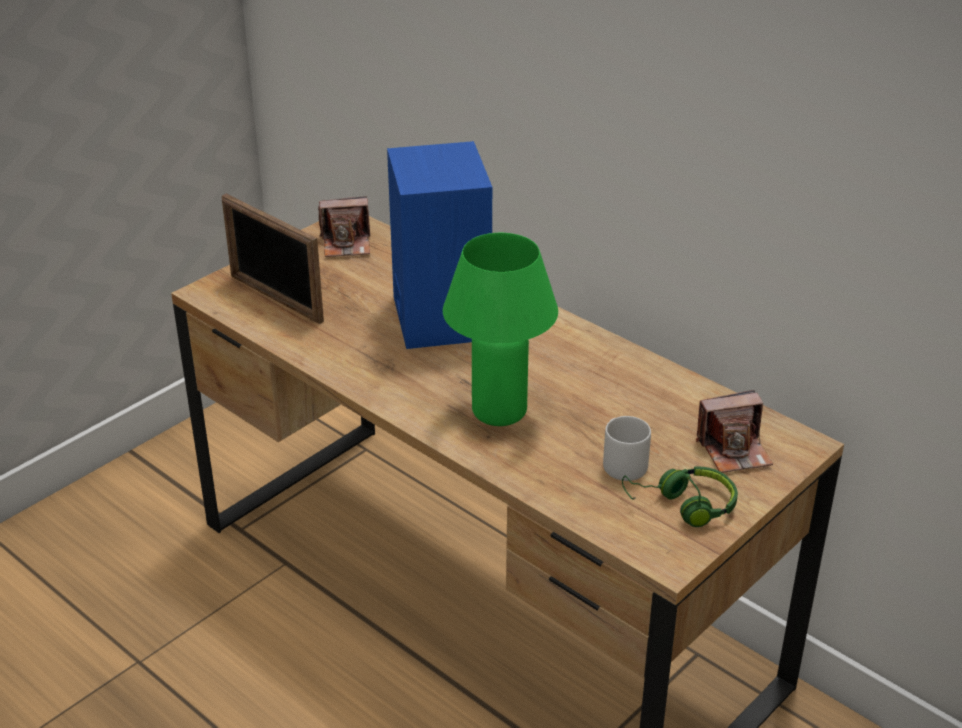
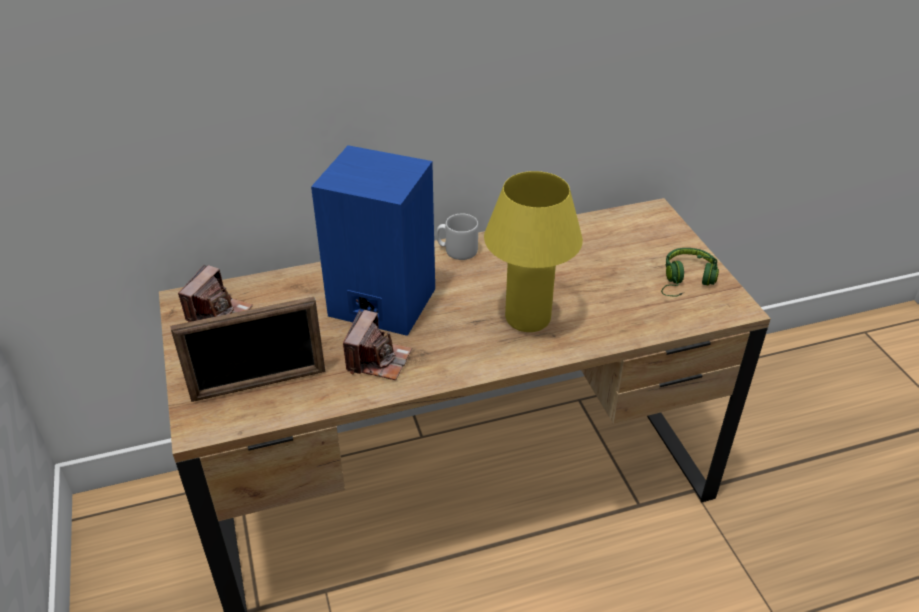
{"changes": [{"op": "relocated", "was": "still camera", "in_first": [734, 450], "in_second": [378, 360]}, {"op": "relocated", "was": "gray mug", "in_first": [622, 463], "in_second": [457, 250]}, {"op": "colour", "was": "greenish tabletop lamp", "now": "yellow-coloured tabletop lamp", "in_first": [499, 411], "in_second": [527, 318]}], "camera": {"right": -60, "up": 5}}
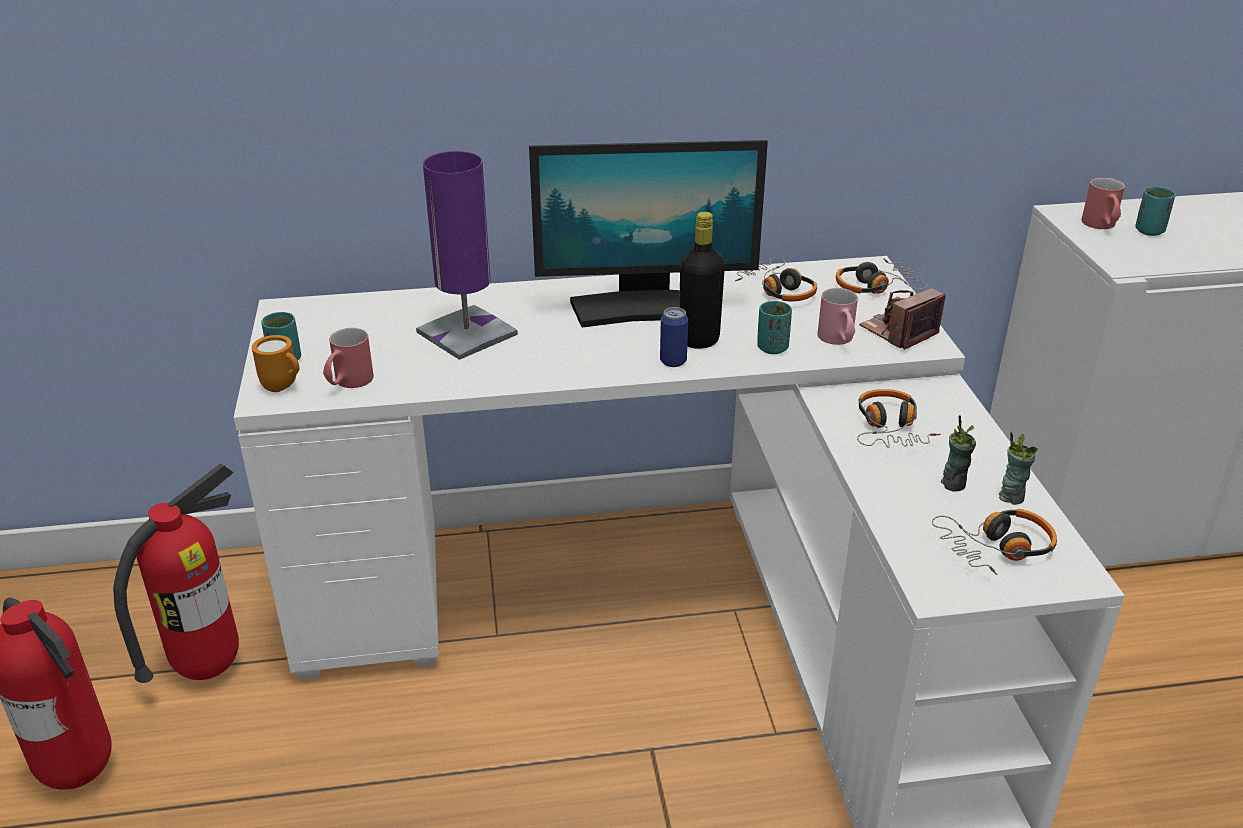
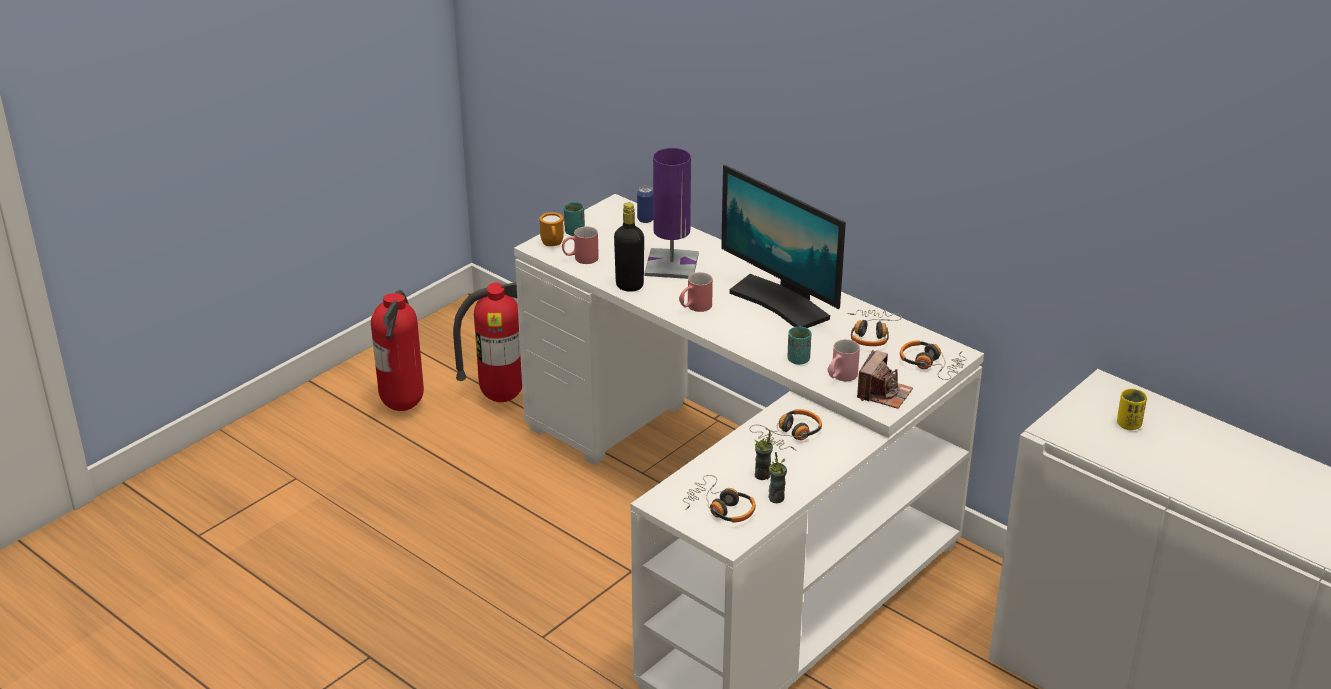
{"changes": [{"op": "relocated", "was": "blackish bottle", "in_first": [699, 340], "in_second": [629, 285]}, {"op": "relocated", "was": "metal can", "in_first": [673, 361], "in_second": [645, 219]}, {"op": "relocated", "was": "red-coloured mug", "in_first": [1101, 226], "in_second": [694, 308]}, {"op": "spun", "was": "still camera", "in_first": [899, 332], "in_second": [883, 393], "clockwise": 105}, {"op": "colour", "was": "turquoise-coloured small cup", "now": "yellow-coloured small cup", "in_first": [1149, 231], "in_second": [1128, 424]}], "camera": {"right": 50, "up": 0}}
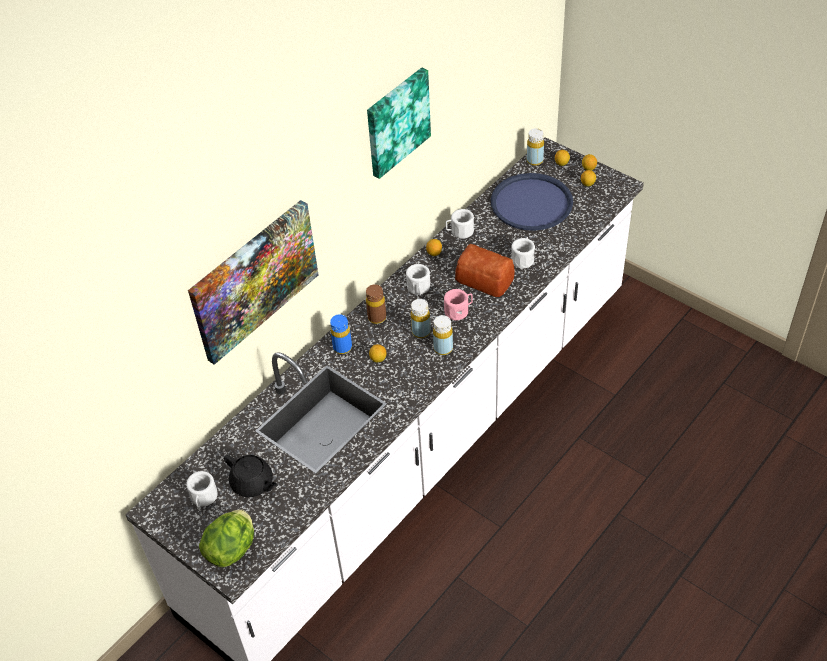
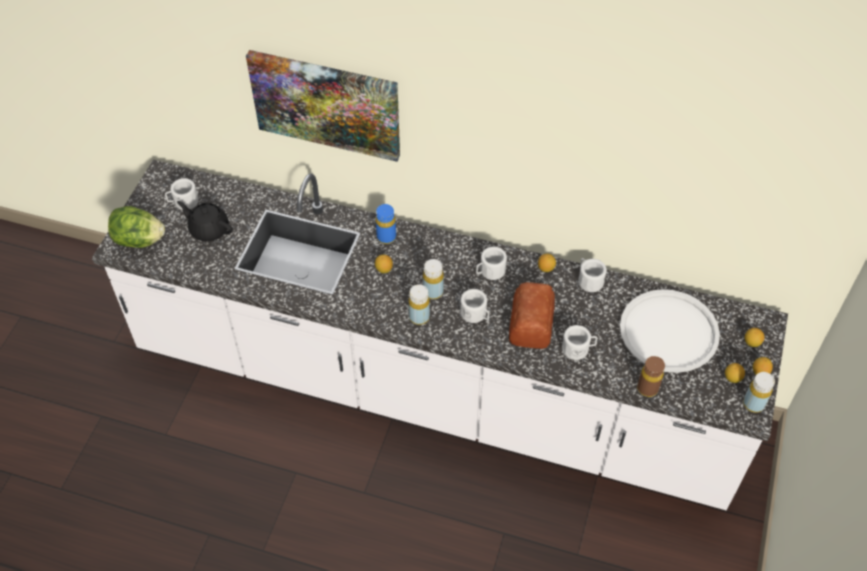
{"changes": [{"op": "spun", "was": "blackish pot for tea", "in_first": [253, 483], "in_second": [208, 229], "clockwise": 105}, {"op": "colour", "was": "pinkish mug", "now": "whitish mug", "in_first": [459, 311], "in_second": [475, 314]}, {"op": "colour", "was": "blue-coloured serving tray", "now": "whitish serving tray", "in_first": [531, 203], "in_second": [668, 331]}, {"op": "relocated", "was": "brownish bottle", "in_first": [377, 317], "in_second": [647, 388]}, {"op": "relocated", "was": "yellow-coloured bottle", "in_first": [534, 161], "in_second": [753, 404]}, {"op": "missing", "was": "wall art", "in_first": [396, 121]}], "camera": {"right": 65, "up": 5}}
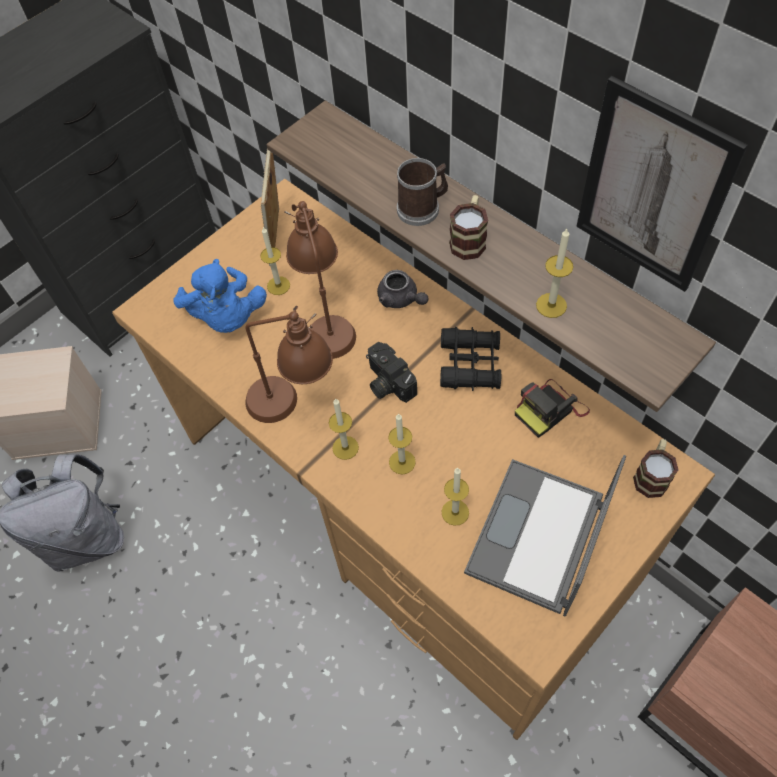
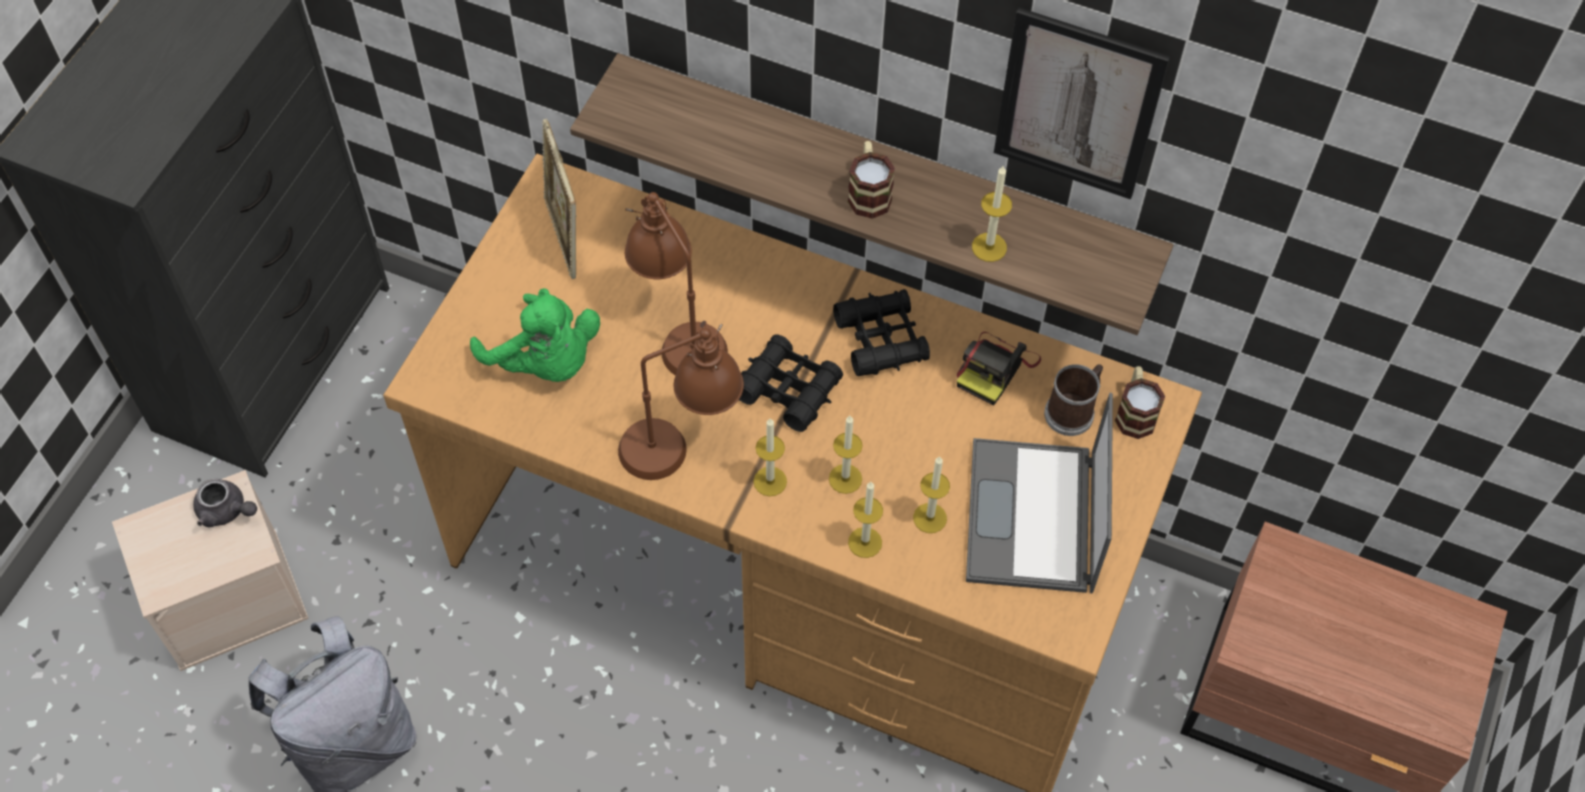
{"changes": [{"op": "relocated", "was": "gray pot for tea", "in_first": [401, 299], "in_second": [226, 511]}, {"op": "colour", "was": "blue-coloured soft toy", "now": "greenish soft toy", "in_first": [226, 317], "in_second": [545, 361]}, {"op": "exchanged", "was": "still camera", "now": "blackish pair of binoculars", "in_first": [387, 382], "in_second": [788, 389]}, {"op": "relocated", "was": "wax candle", "in_first": [278, 285], "in_second": [865, 542]}, {"op": "relocated", "was": "mug", "in_first": [422, 208], "in_second": [1073, 411]}], "camera": {"right": -25, "up": 0}}
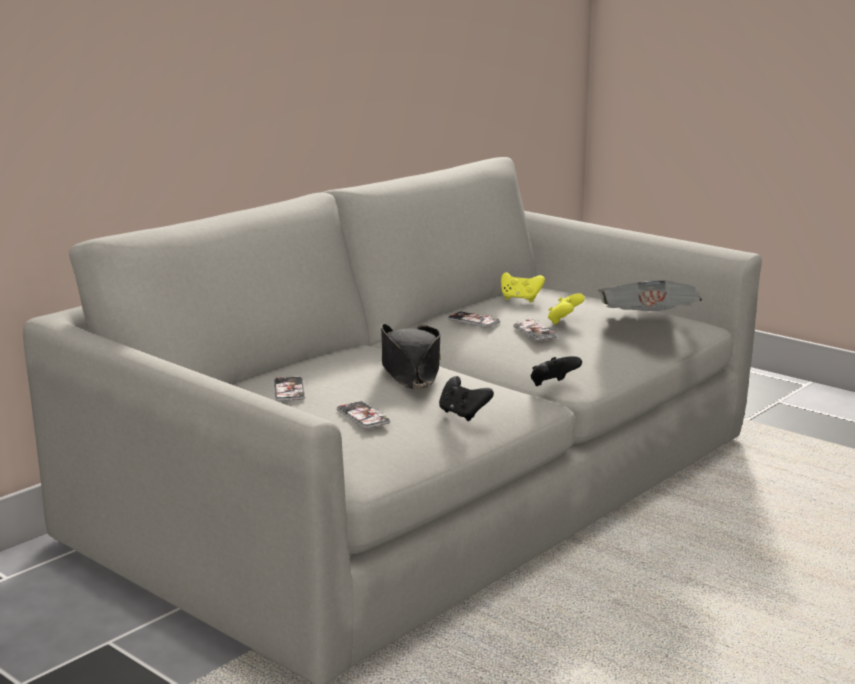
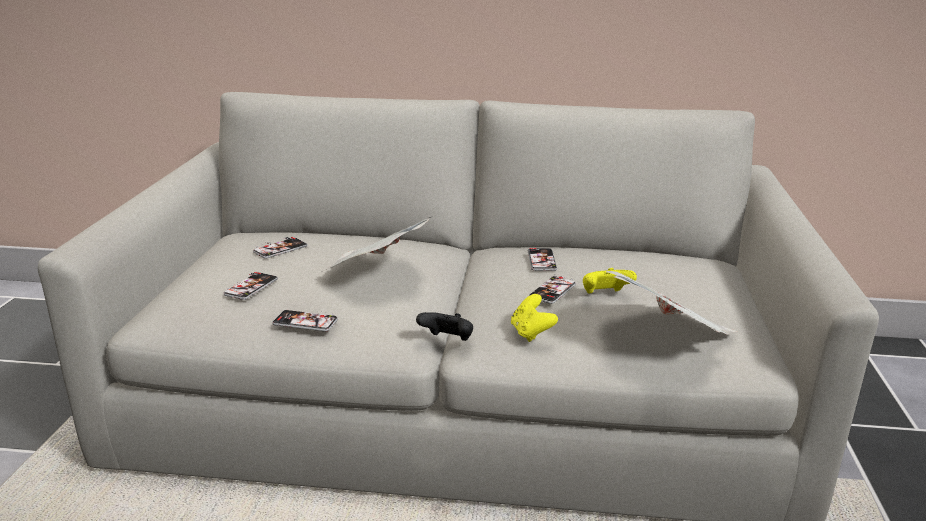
{"changes": [{"op": "exchanged", "was": "blackish joypad", "now": "phone", "in_first": [463, 414], "in_second": [305, 322]}, {"op": "exchanged", "was": "blackish wearable hat", "now": "newspaper", "in_first": [410, 370], "in_second": [376, 273]}, {"op": "relocated", "was": "yellow-coloured joypad", "in_first": [520, 299], "in_second": [531, 333]}], "camera": {"right": 55, "up": 5}}
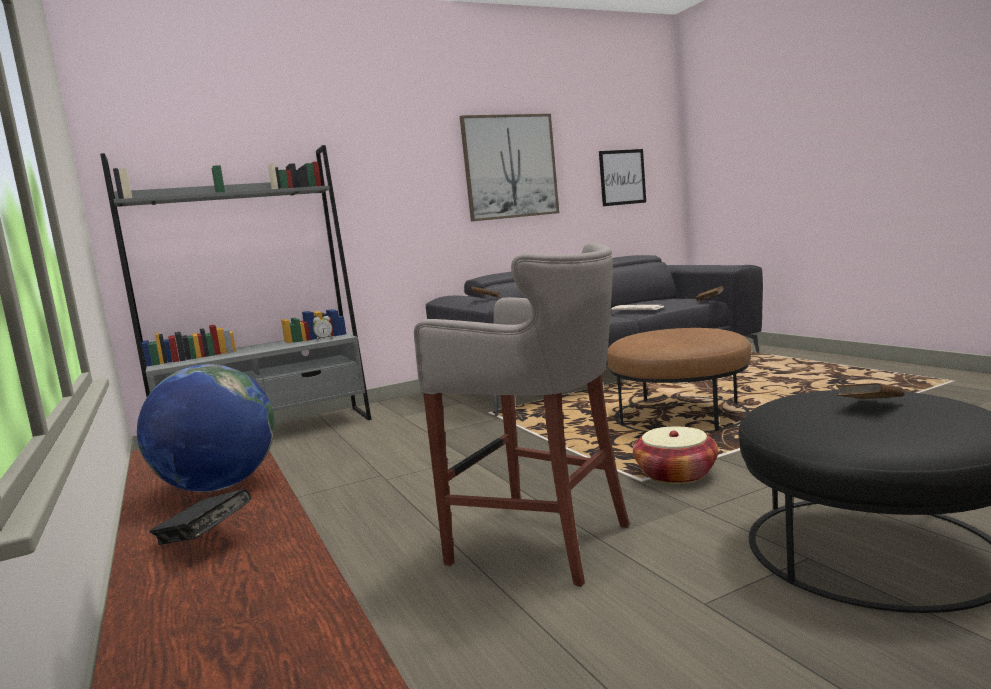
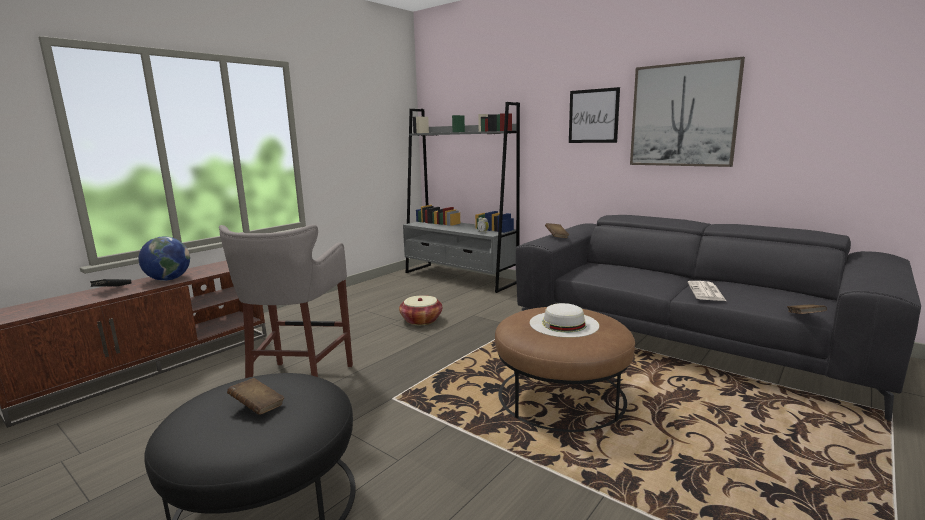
{"changes": [{"op": "relocated", "was": "storage basket", "in_first": [676, 474], "in_second": [421, 320]}, {"op": "appeared", "now": "whitish wearable hat", "in_second": [563, 324]}, {"op": "relocated", "was": "wall art", "in_first": [622, 177], "in_second": [593, 116]}], "camera": {"right": 65, "up": 5}}
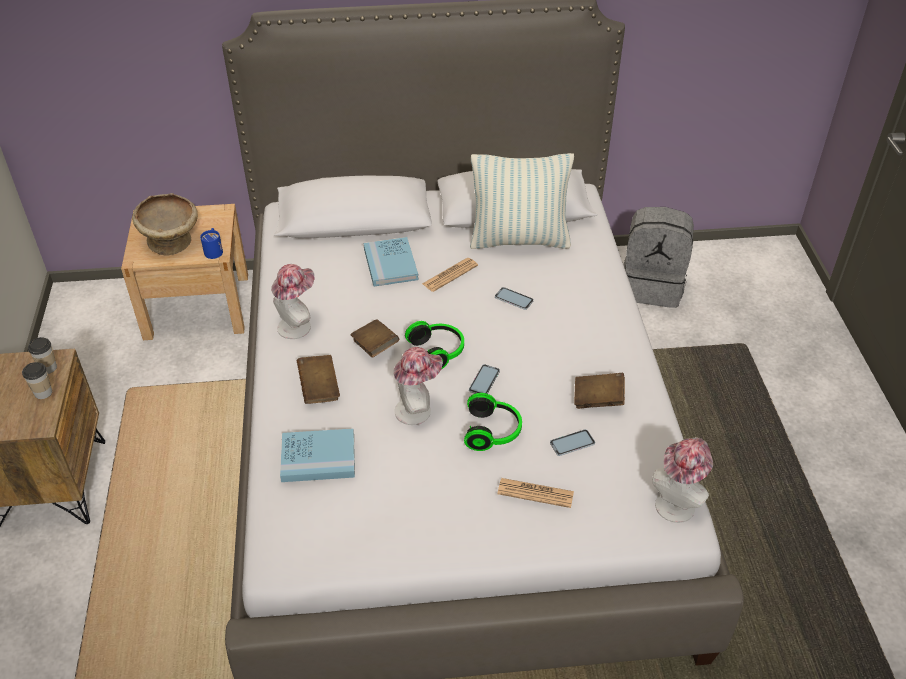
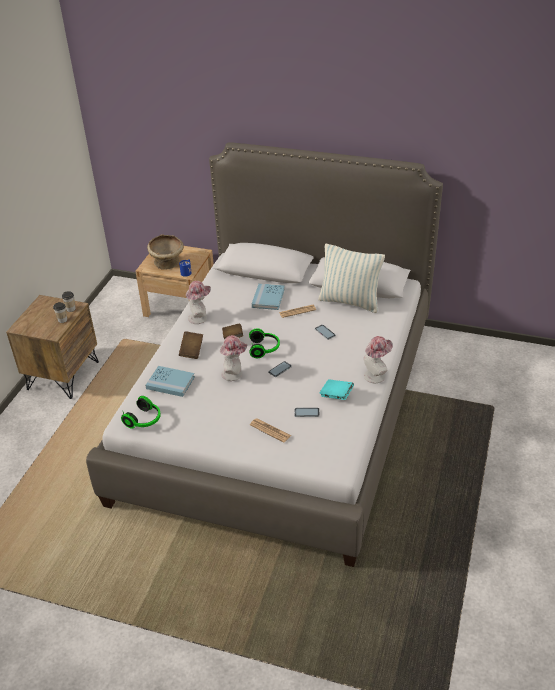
{"changes": [{"op": "relocated", "was": "pair of headphones", "in_first": [493, 431], "in_second": [144, 420]}, {"op": "colour", "was": "brownish book", "now": "turquoise-coloured book", "in_first": [598, 399], "in_second": [336, 395]}, {"op": "relocated", "was": "wearable hat", "in_first": [677, 502], "in_second": [376, 375]}, {"op": "missing", "was": "gray backpack", "in_first": [652, 286]}], "camera": {"right": 25, "up": -5}}
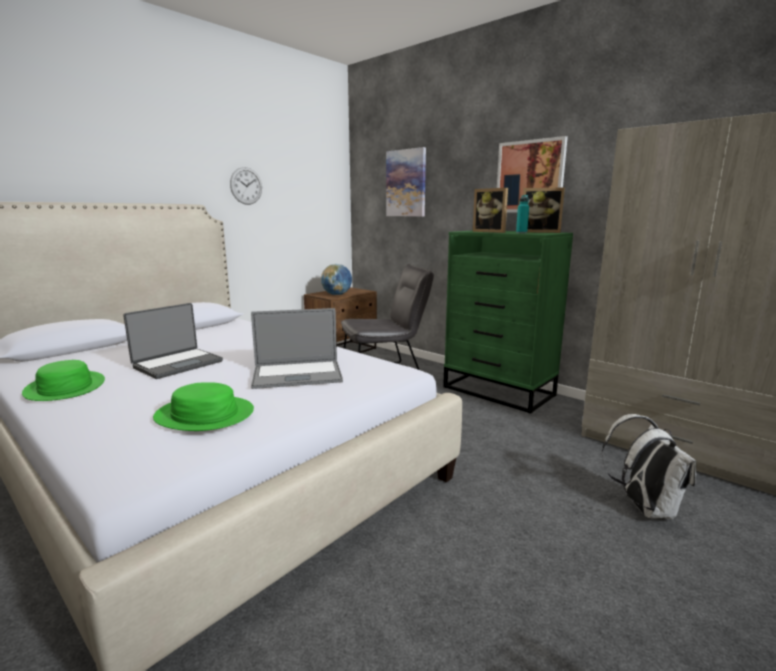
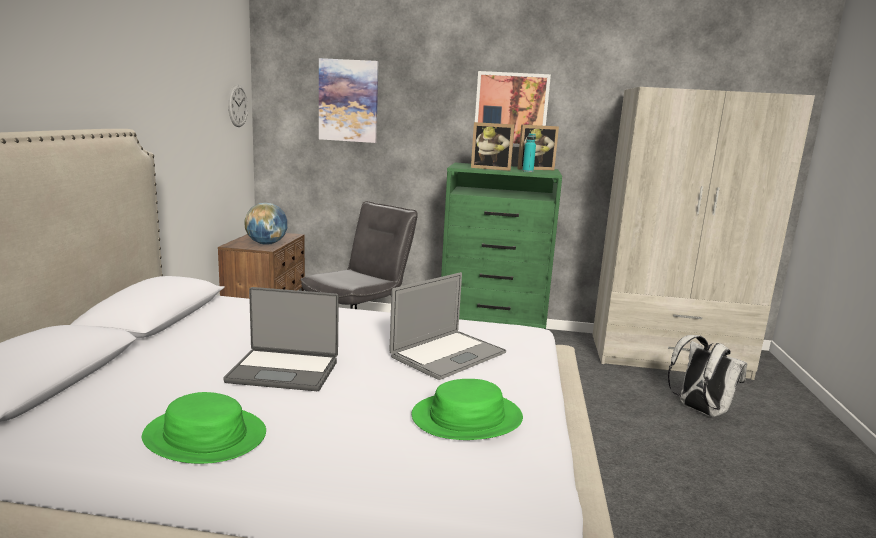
{"changes": [{"op": "spun", "was": "laptop", "in_first": [177, 364], "in_second": [284, 371], "clockwise": 90}, {"op": "relocated", "was": "hanging clock", "in_first": [246, 186], "in_second": [237, 105]}], "camera": {"right": -35, "up": 0}}
